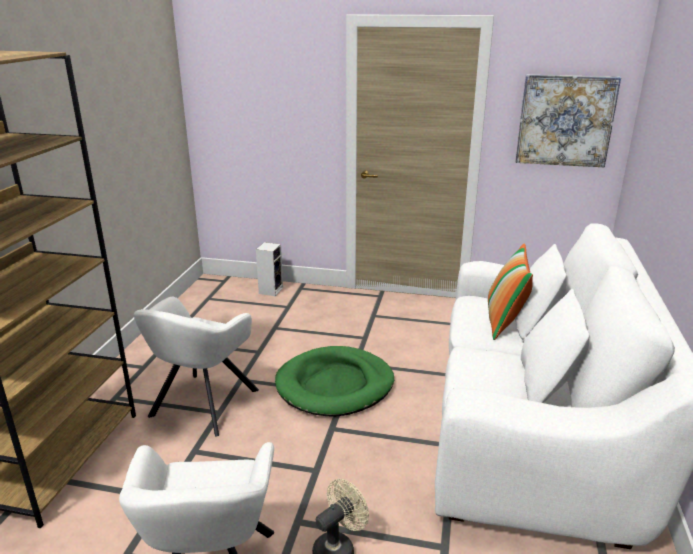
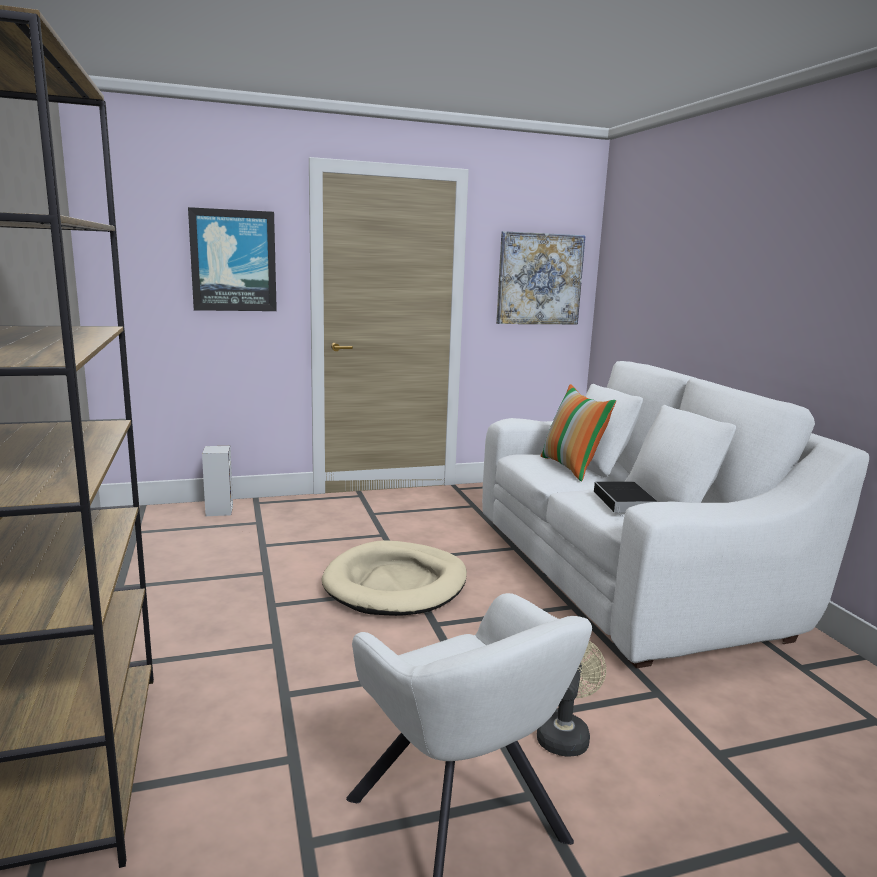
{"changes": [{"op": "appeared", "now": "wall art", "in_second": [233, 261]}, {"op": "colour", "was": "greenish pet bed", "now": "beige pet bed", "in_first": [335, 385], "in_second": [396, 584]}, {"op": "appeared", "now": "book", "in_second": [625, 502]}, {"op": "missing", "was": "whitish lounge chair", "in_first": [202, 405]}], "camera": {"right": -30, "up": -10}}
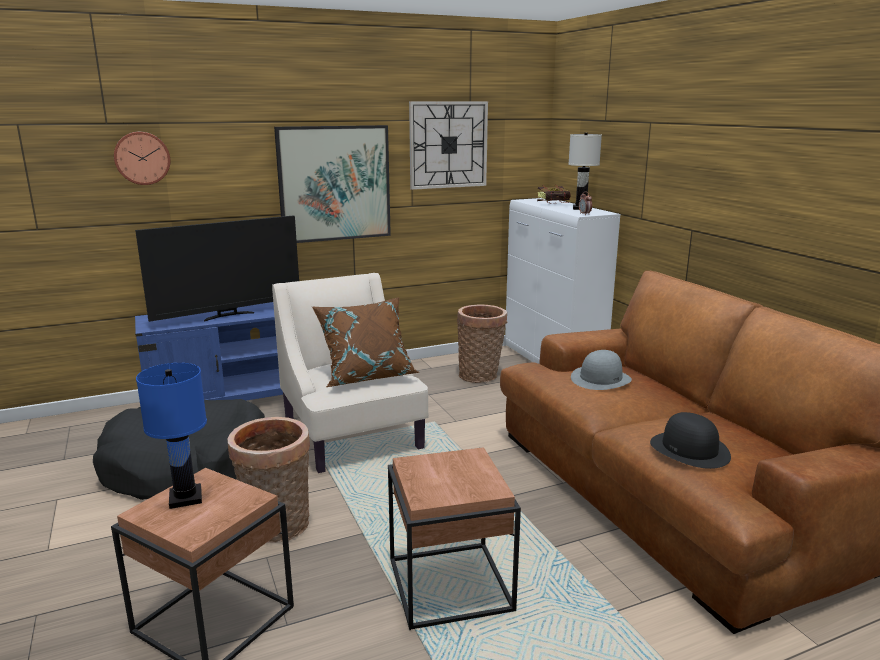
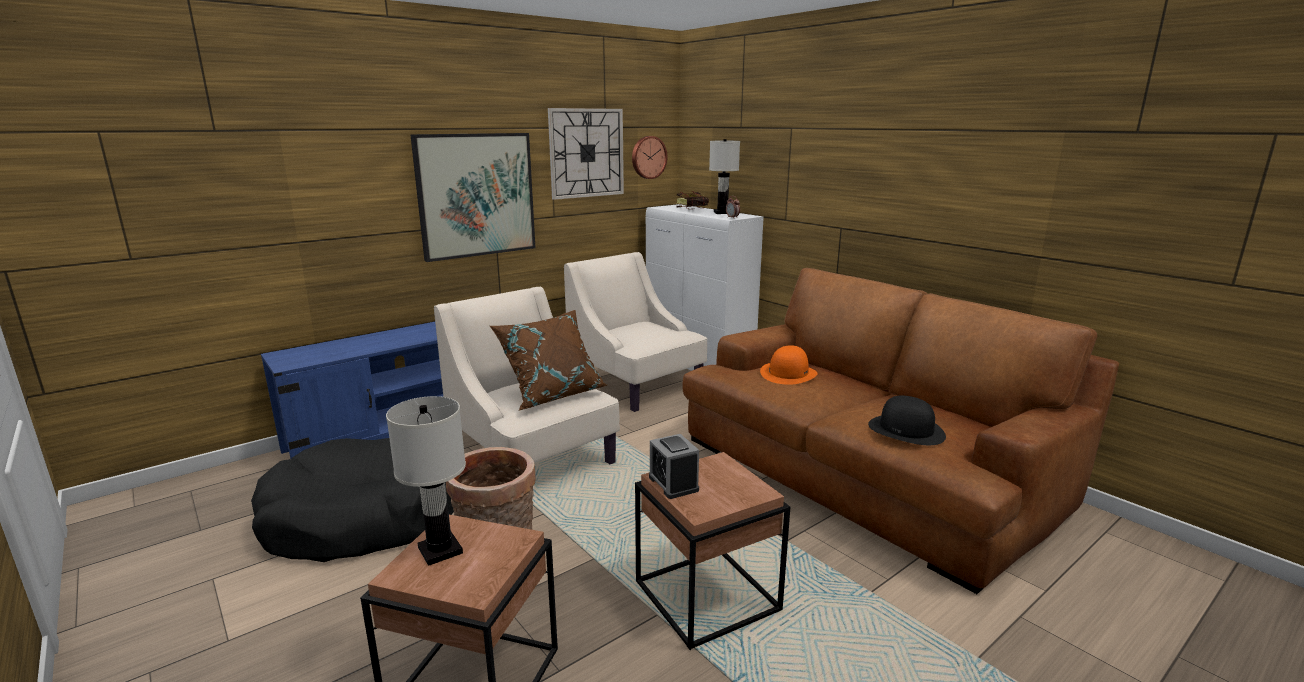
{"changes": [{"op": "colour", "was": "blue-coloured tabletop lamp", "now": "whitish tabletop lamp", "in_first": [186, 497], "in_second": [440, 550]}, {"op": "exchanged", "was": "storage basket", "now": "beige lounge chair", "in_first": [480, 376], "in_second": [636, 384]}, {"op": "relocated", "was": "hanging clock", "in_first": [142, 158], "in_second": [648, 157]}, {"op": "appeared", "now": "alarm clock", "in_second": [673, 483]}, {"op": "colour", "was": "gray wearable hat", "now": "orangey wearable hat", "in_first": [601, 378], "in_second": [788, 373]}, {"op": "missing", "was": "television", "in_first": [228, 315]}], "camera": {"right": -15, "up": 0}}
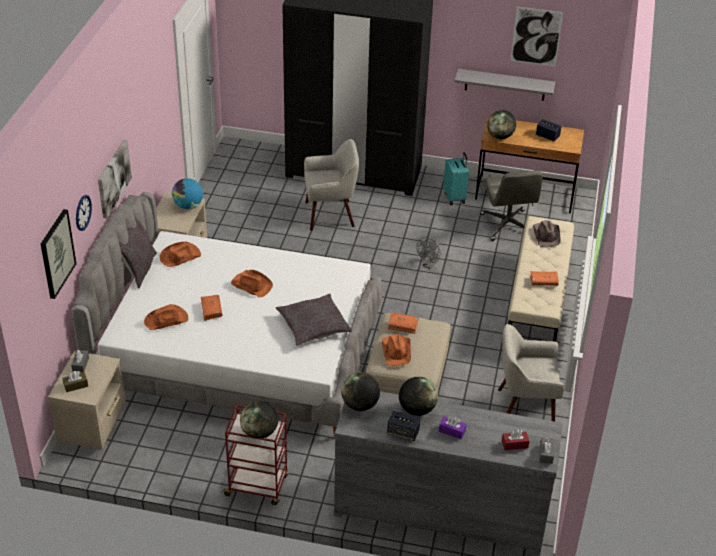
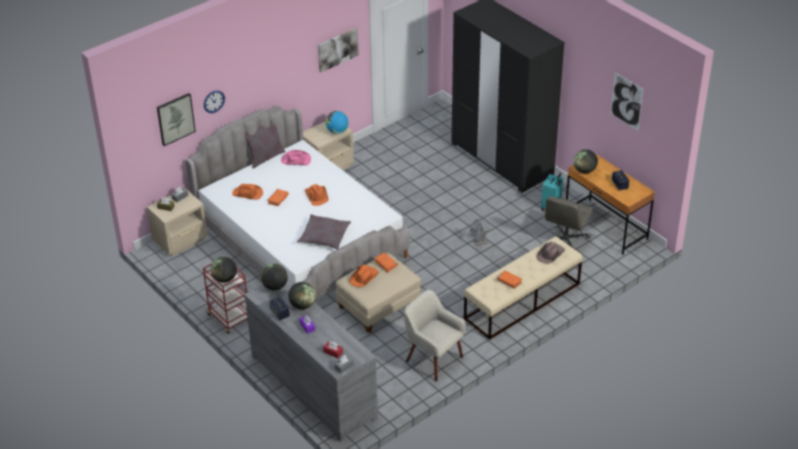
{"changes": [{"op": "colour", "was": "orangey wearable hat", "now": "pinkish wearable hat", "in_first": [179, 256], "in_second": [295, 160]}, {"op": "relocated", "was": "wall art", "in_first": [113, 178], "in_second": [337, 49]}, {"op": "missing", "was": "beige lounge chair", "in_first": [330, 214]}, {"op": "missing", "was": "gray wall shelf", "in_first": [505, 85]}], "camera": {"right": 40, "up": 0}}
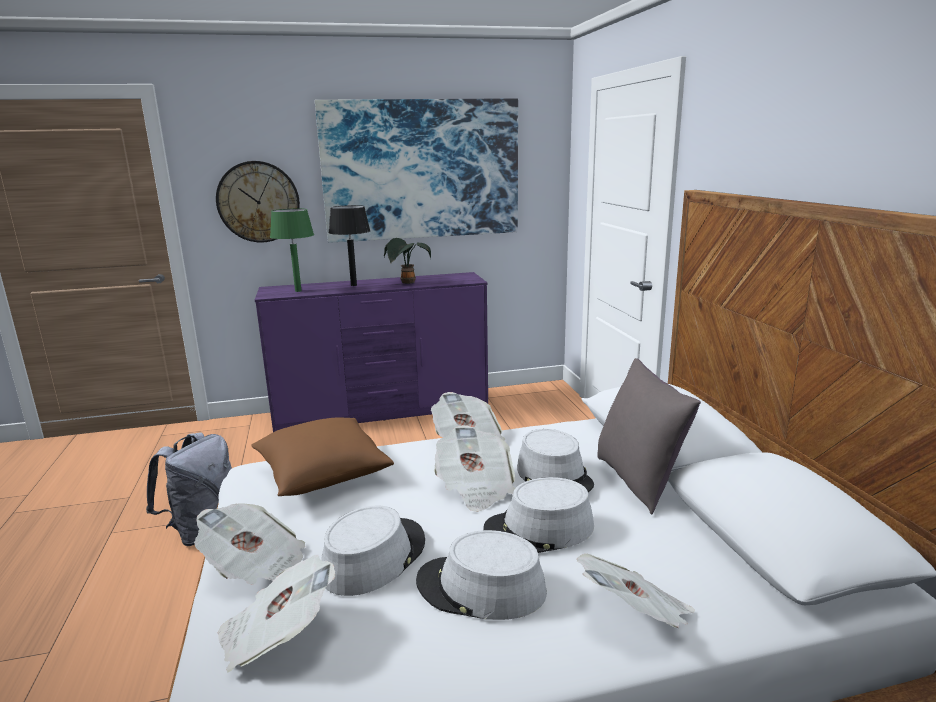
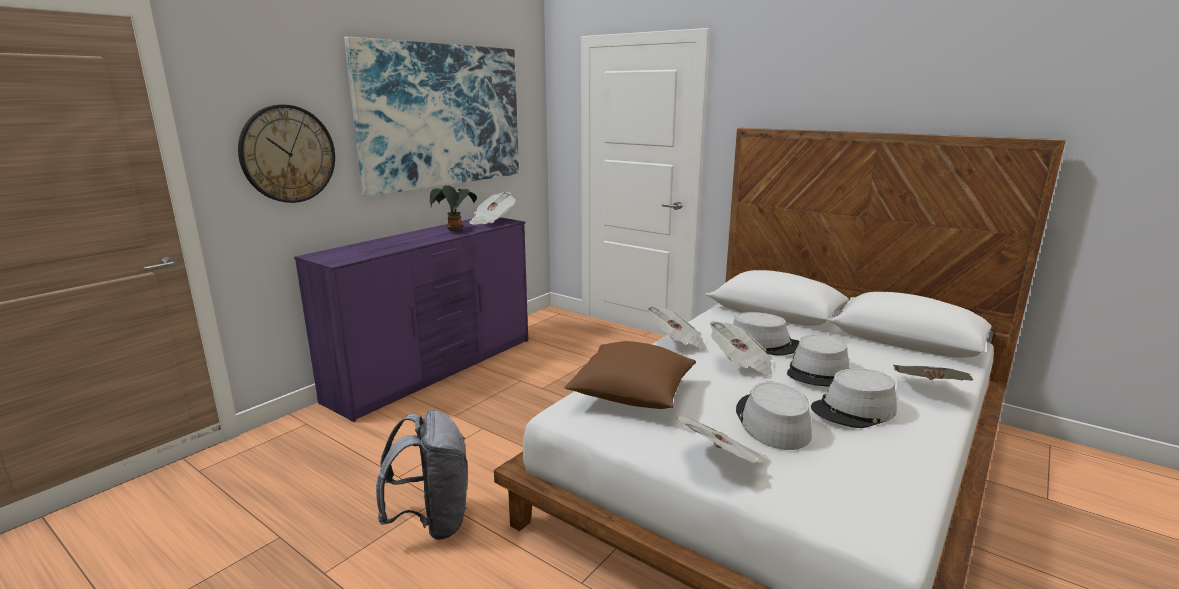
{"changes": [{"op": "relocated", "was": "newspaper", "in_first": [277, 636], "in_second": [492, 221]}, {"op": "missing", "was": "greenish tabletop lamp", "in_first": [298, 291]}, {"op": "missing", "was": "blackish tabletop lamp", "in_first": [354, 285]}, {"op": "missing", "was": "gray pillow", "in_first": [638, 481]}], "camera": {"right": -40, "up": 0}}
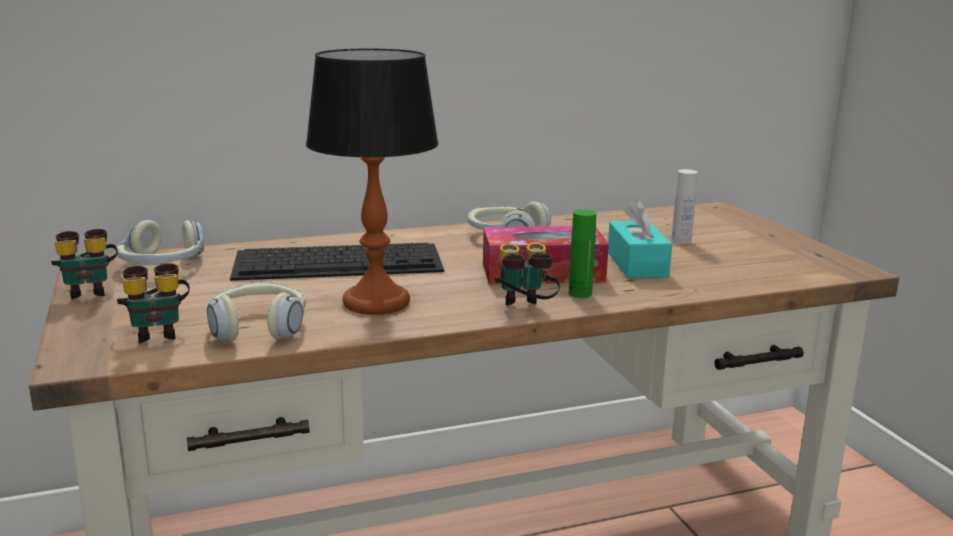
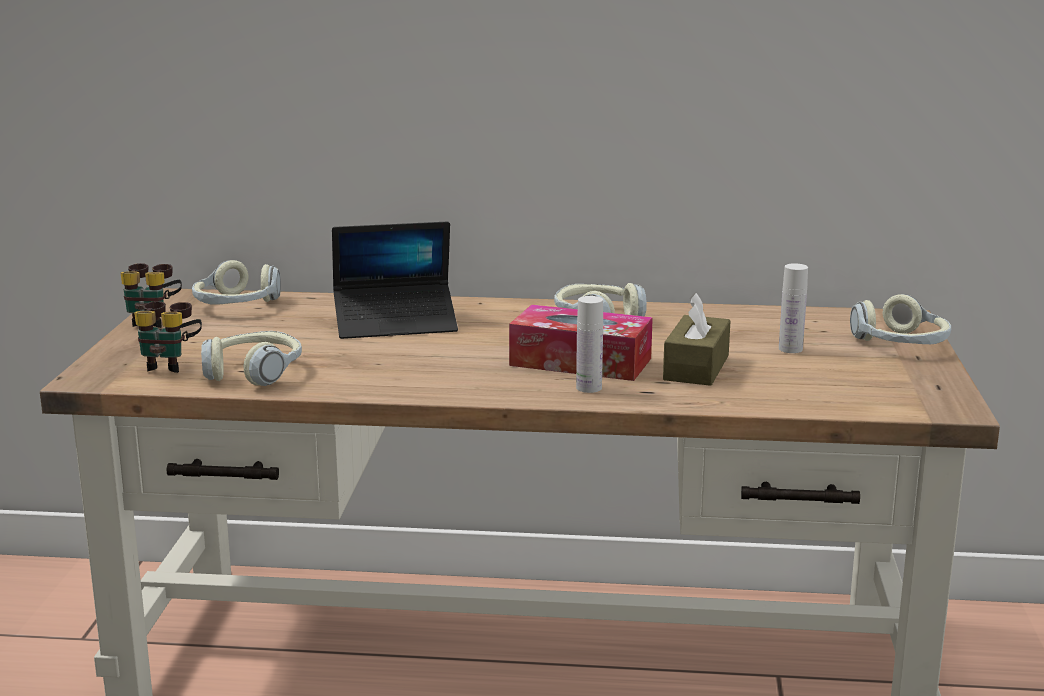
{"changes": [{"op": "exchanged", "was": "keyboard", "now": "laptop", "in_first": [340, 261], "in_second": [395, 323]}, {"op": "colour", "was": "greenish bottle", "now": "whitish bottle", "in_first": [580, 294], "in_second": [589, 388]}, {"op": "colour", "was": "turquoise-coloured box of tissues", "now": "brownish box of tissues", "in_first": [637, 264], "in_second": [696, 368]}, {"op": "appeared", "now": "pair of headphones", "in_second": [901, 344]}, {"op": "missing", "was": "tabletop lamp", "in_first": [377, 302]}, {"op": "missing", "was": "pair of binoculars", "in_first": [524, 310]}], "camera": {"right": 25, "up": 0}}
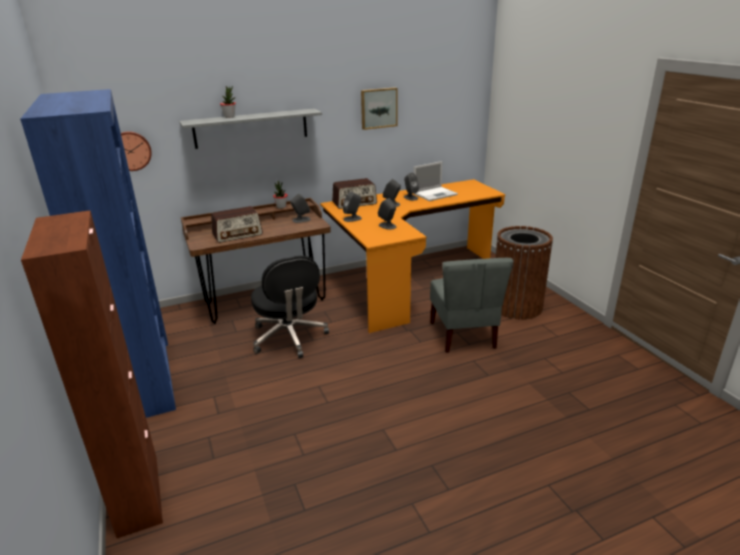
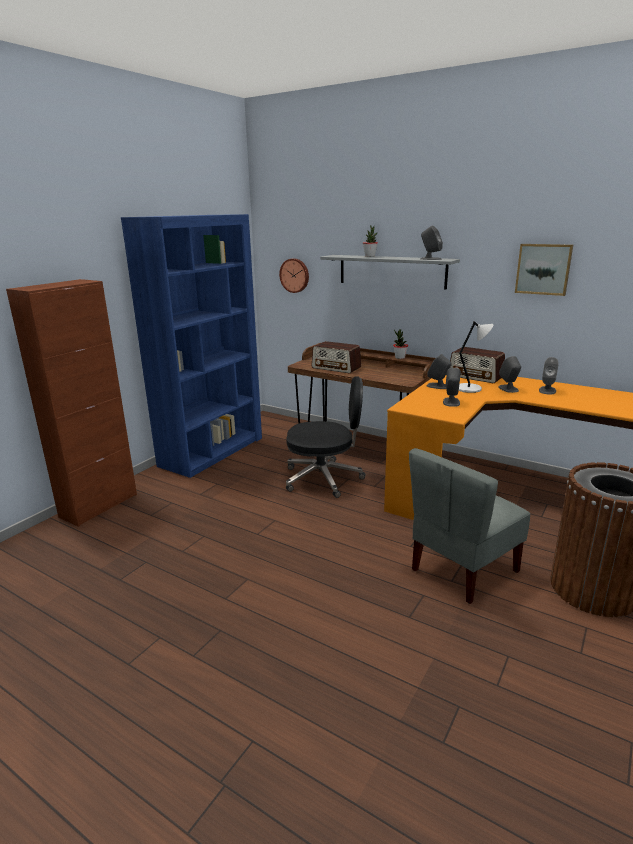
{"changes": [{"op": "spun", "was": "blackish computer chair", "in_first": [289, 338], "in_second": [324, 478], "clockwise": -120}, {"op": "relocated", "was": "gray audio speaker", "in_first": [301, 220], "in_second": [430, 259]}, {"op": "appeared", "now": "gray tabletop lamp", "in_second": [470, 388]}, {"op": "missing", "was": "laptop", "in_first": [435, 194]}], "camera": {"right": 55, "up": -5}}
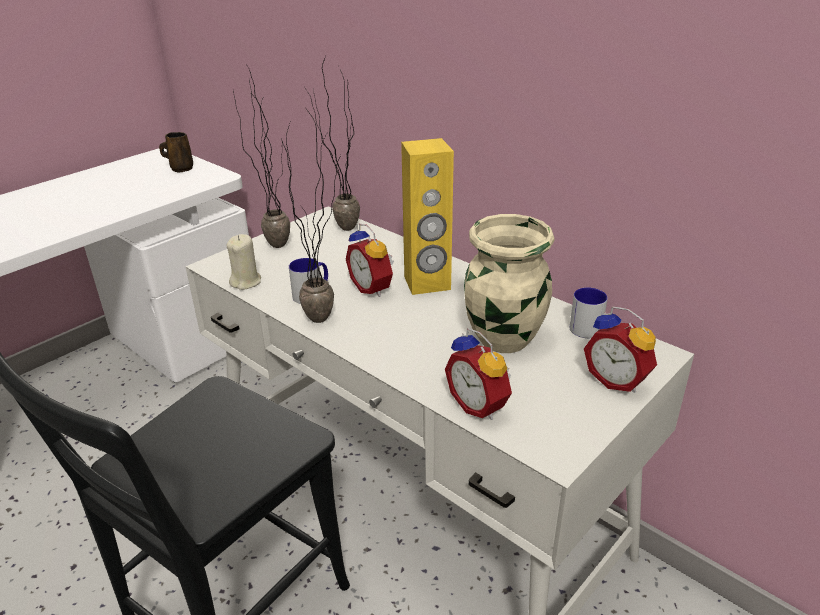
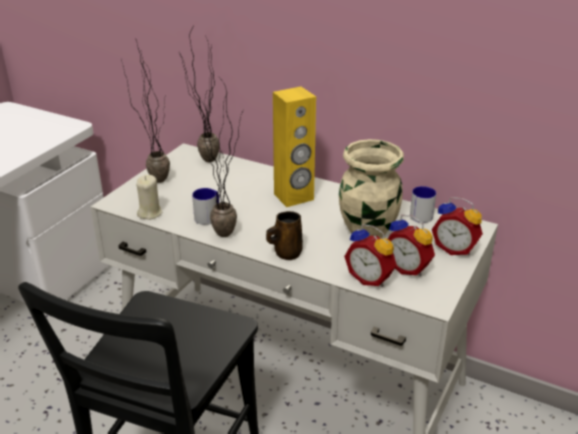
{"changes": [{"op": "relocated", "was": "brownish mug", "in_first": [180, 169], "in_second": [286, 253]}, {"op": "relocated", "was": "alarm clock", "in_first": [373, 288], "in_second": [408, 268]}], "camera": {"right": -15, "up": 0}}
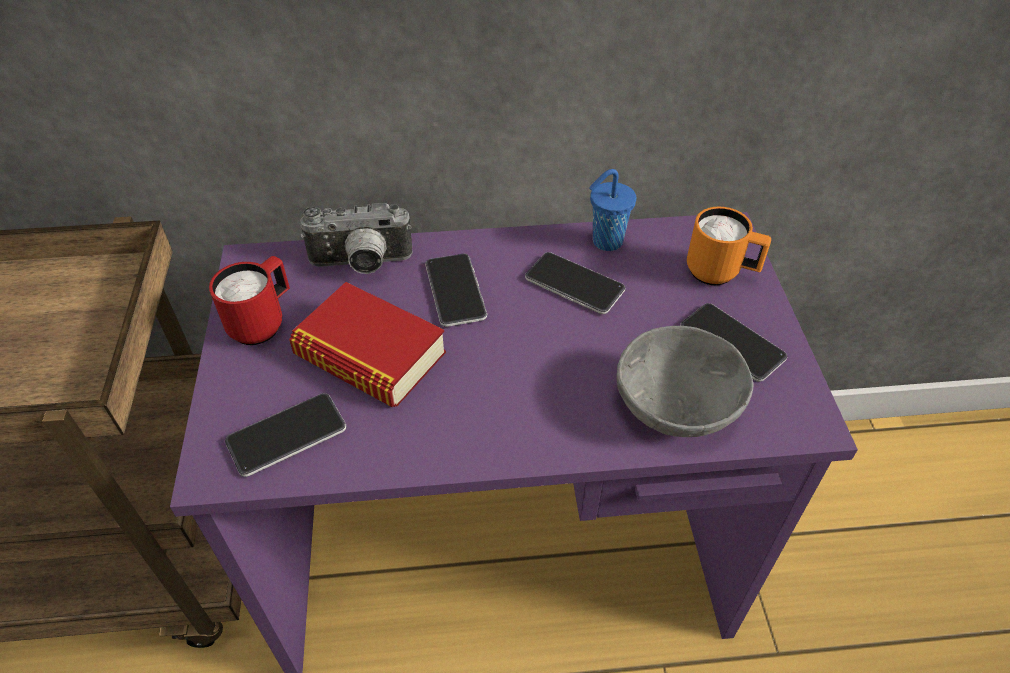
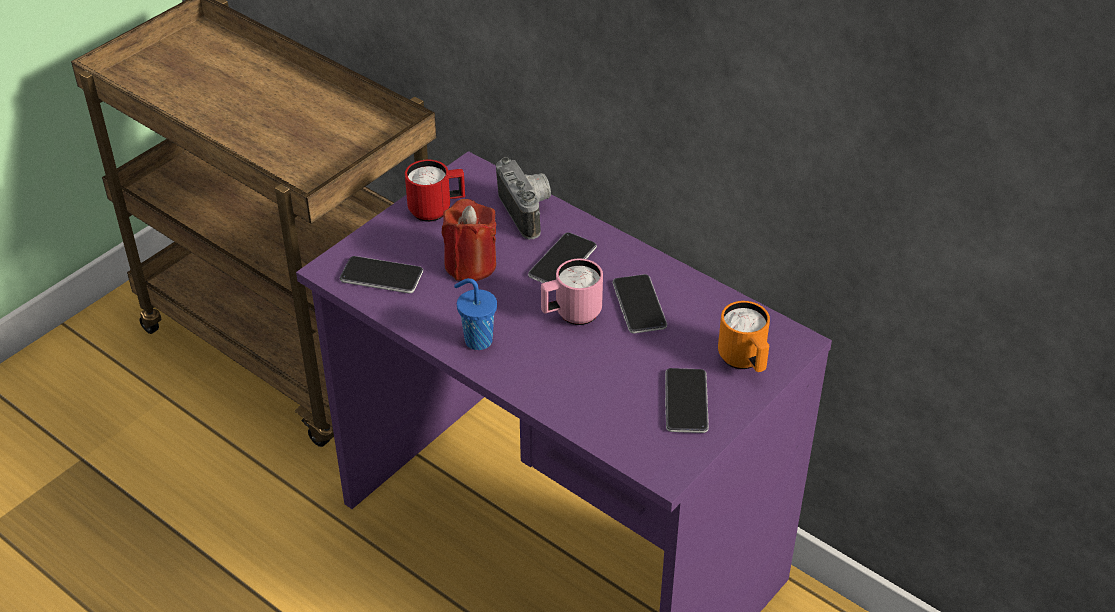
{"changes": [{"op": "exchanged", "was": "book", "now": "red-coloured wax candle", "in_first": [370, 354], "in_second": [470, 265]}, {"op": "relocated", "was": "blue-coloured small cup", "in_first": [605, 242], "in_second": [476, 340]}, {"op": "spun", "was": "still camera", "in_first": [361, 265], "in_second": [528, 212], "clockwise": -150}, {"op": "appeared", "now": "pinkish mug", "in_second": [571, 315]}, {"op": "missing", "was": "gray serving bowl", "in_first": [676, 408]}], "camera": {"right": 45, "up": -5}}
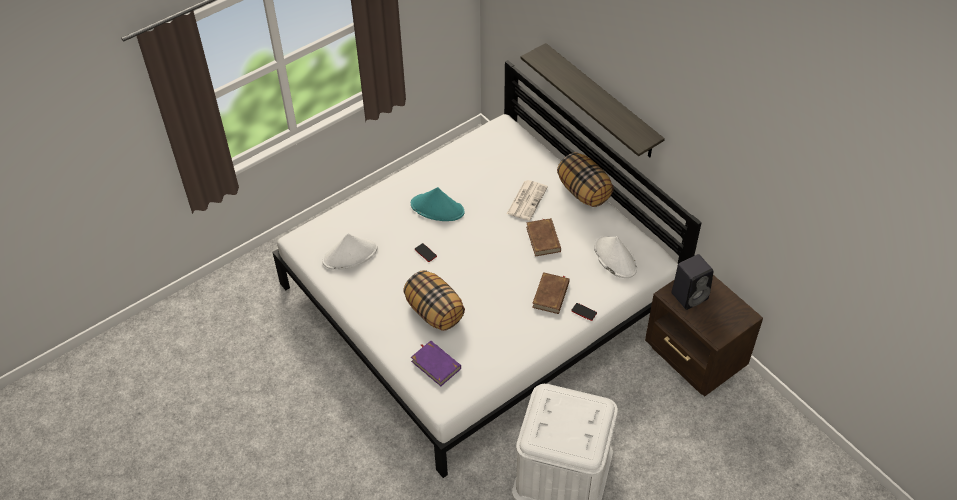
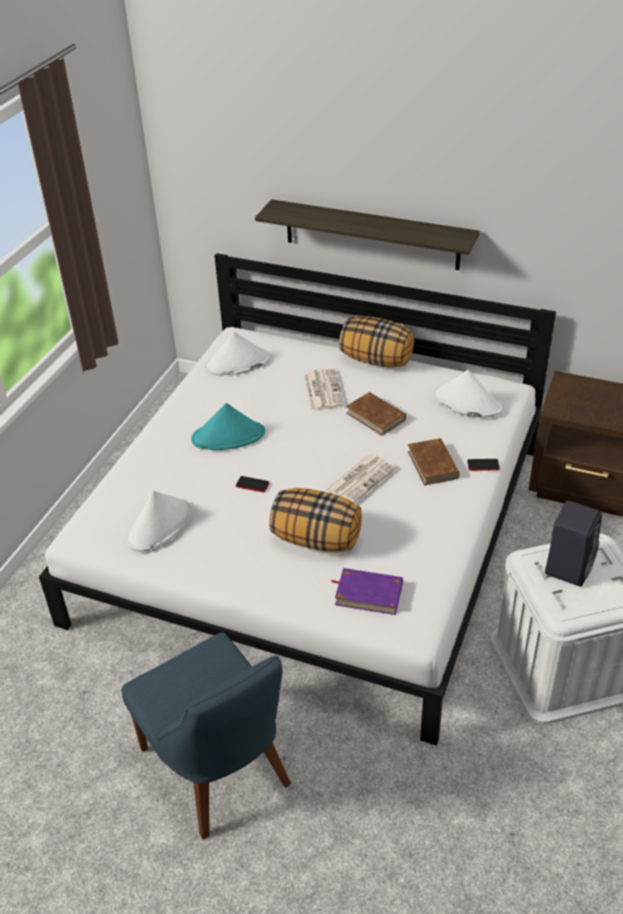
{"changes": [{"op": "appeared", "now": "blue-coloured chair", "in_second": [219, 771]}, {"op": "appeared", "now": "whitish wearable hat", "in_second": [237, 363]}, {"op": "appeared", "now": "newspaper", "in_second": [361, 478]}, {"op": "relocated", "was": "blackish audio speaker", "in_first": [690, 295], "in_second": [569, 566]}], "camera": {"right": -30, "up": -10}}
